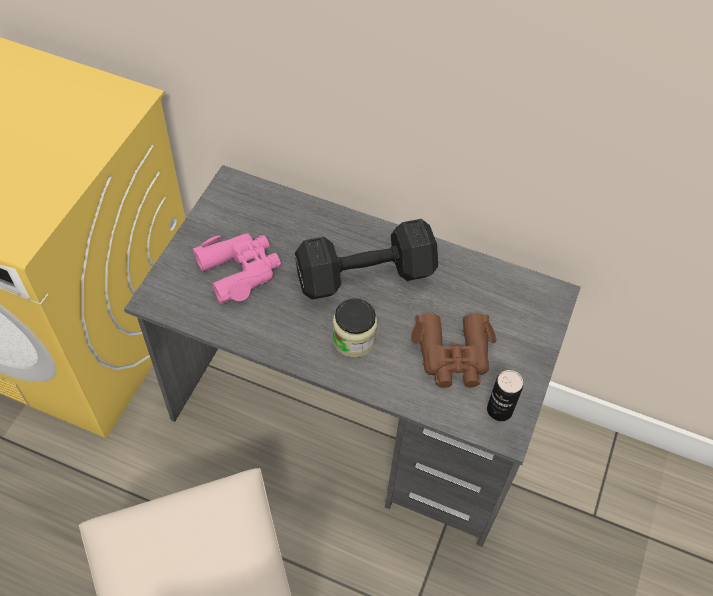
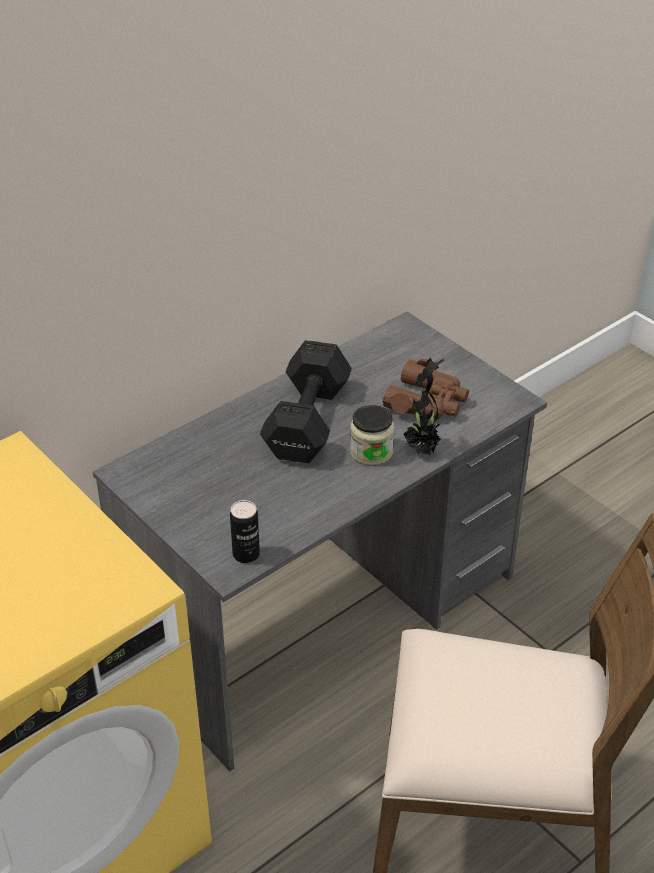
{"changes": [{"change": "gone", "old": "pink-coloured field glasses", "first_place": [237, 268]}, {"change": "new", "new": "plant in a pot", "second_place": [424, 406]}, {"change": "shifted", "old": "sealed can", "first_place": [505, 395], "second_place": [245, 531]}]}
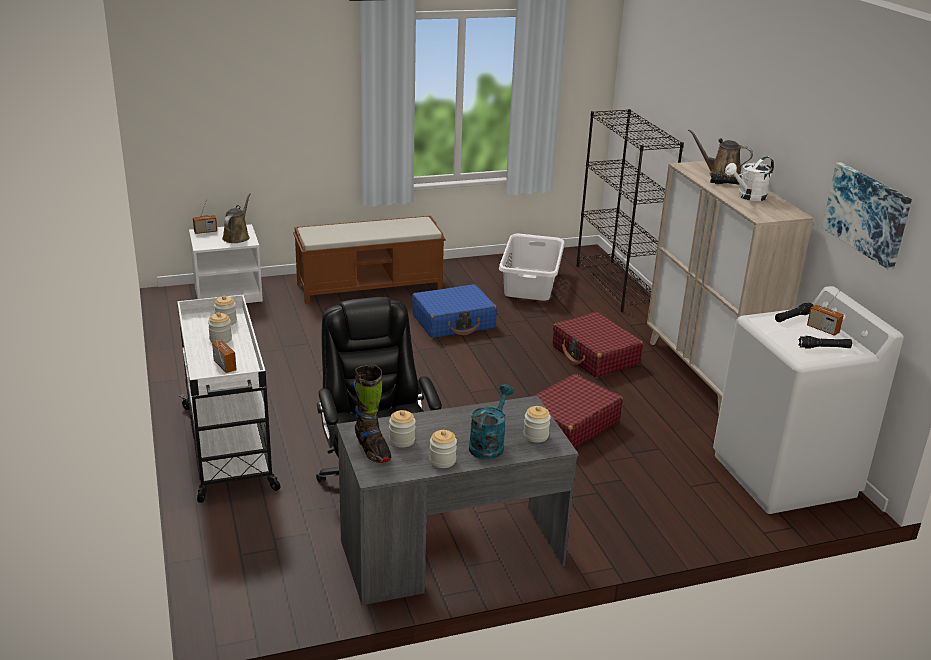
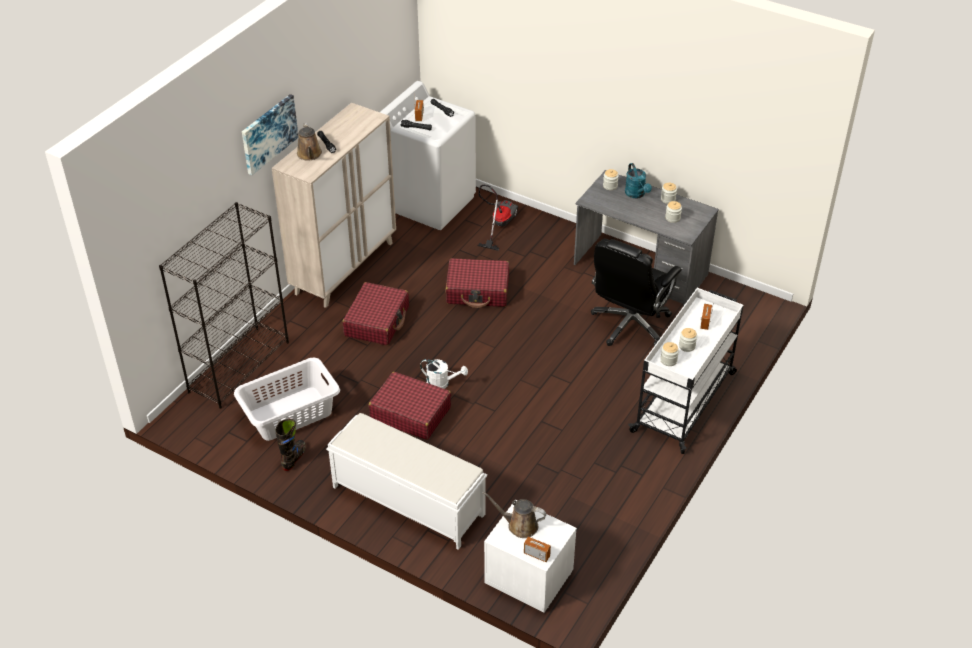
{"changes": [{"change": "new", "new": "vacuum", "second_place": [498, 217]}, {"change": "shifted", "old": "blackish high-top boot", "first_place": [372, 413], "second_place": [290, 445]}, {"change": "shifted", "old": "white sprinkling can", "first_place": [749, 178], "second_place": [444, 374]}, {"change": "shifted", "old": "picture", "first_place": [867, 216], "second_place": [270, 134]}, {"change": "repainted", "old": "brown-coloured long seat", "new": "white long seat", "first_place": [369, 260], "second_place": [406, 481]}, {"change": "repainted", "old": "blue-coloured travel case", "new": "red-coloured travel case", "first_place": [454, 311], "second_place": [410, 406]}, {"change": "rotated", "old": "brown-coloured sprinkling can", "first_place": [236, 218], "second_place": [514, 515], "degrees": 45}, {"change": "rotated", "old": "turquoise-coloured sprinkling can", "first_place": [491, 421], "second_place": [638, 180], "degrees": -90}]}
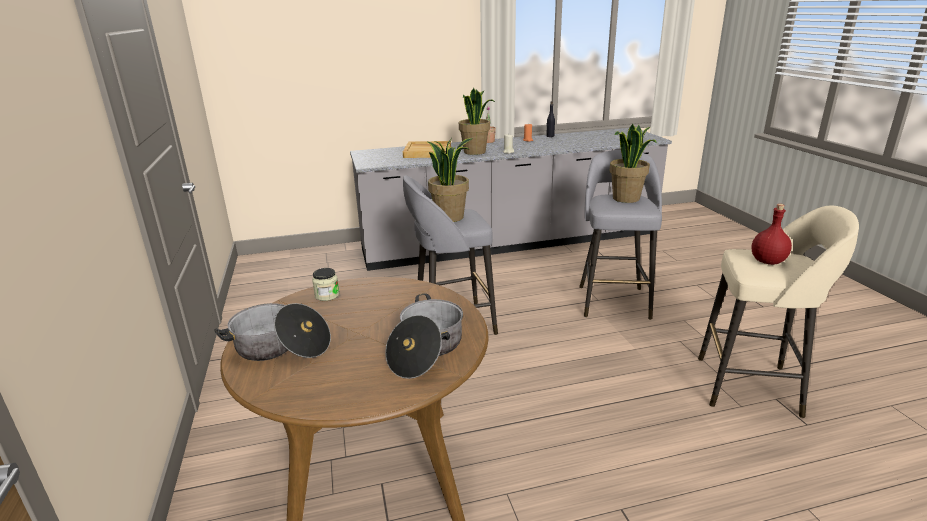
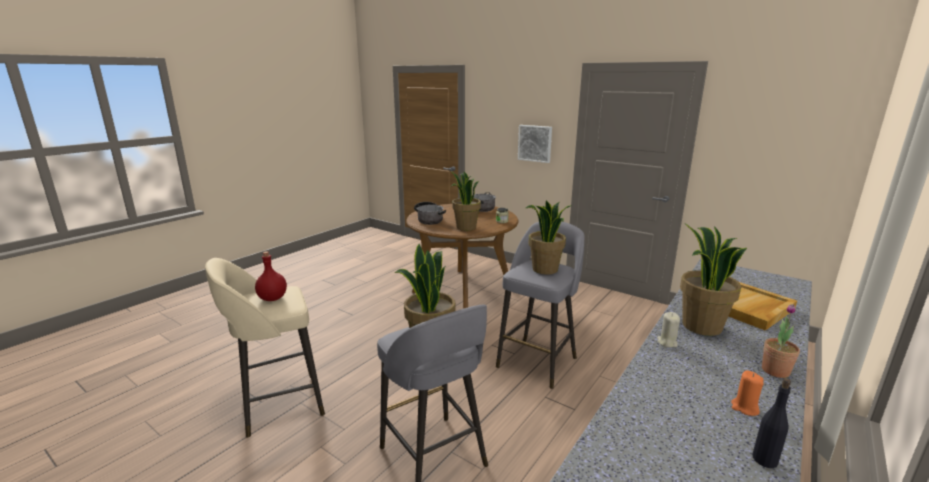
{"changes": [{"change": "new", "new": "plant in a pot", "second_place": [466, 201]}, {"change": "new", "new": "picture", "second_place": [535, 144]}]}
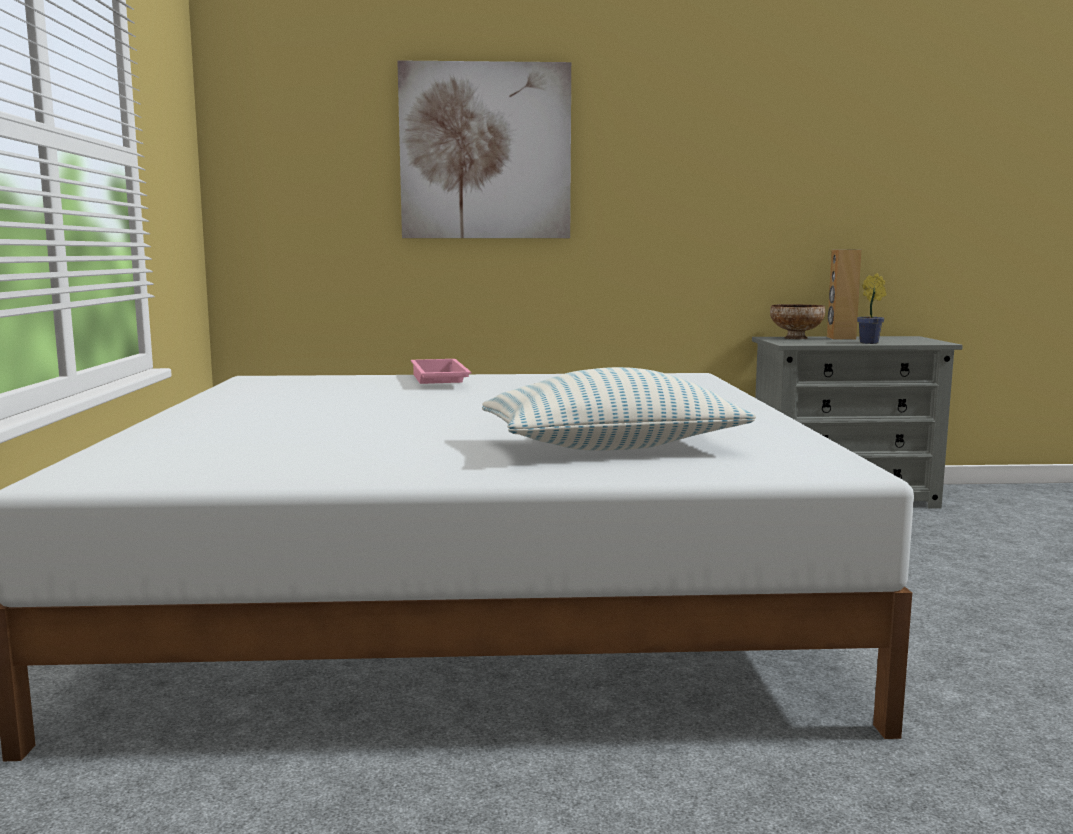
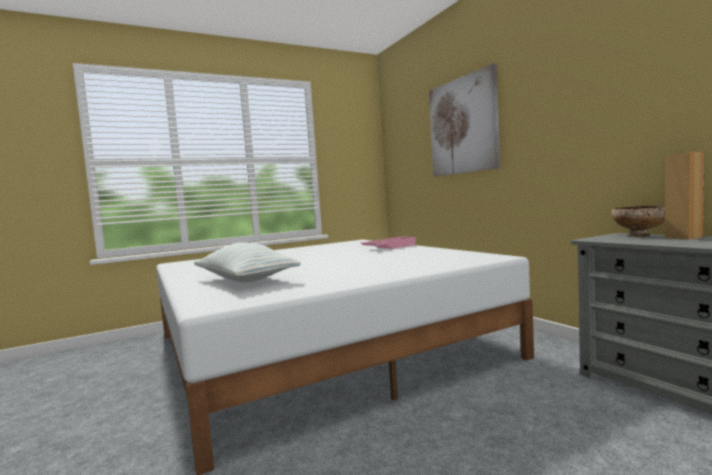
{"changes": [{"change": "gone", "old": "plant in a pot", "first_place": [871, 308]}]}
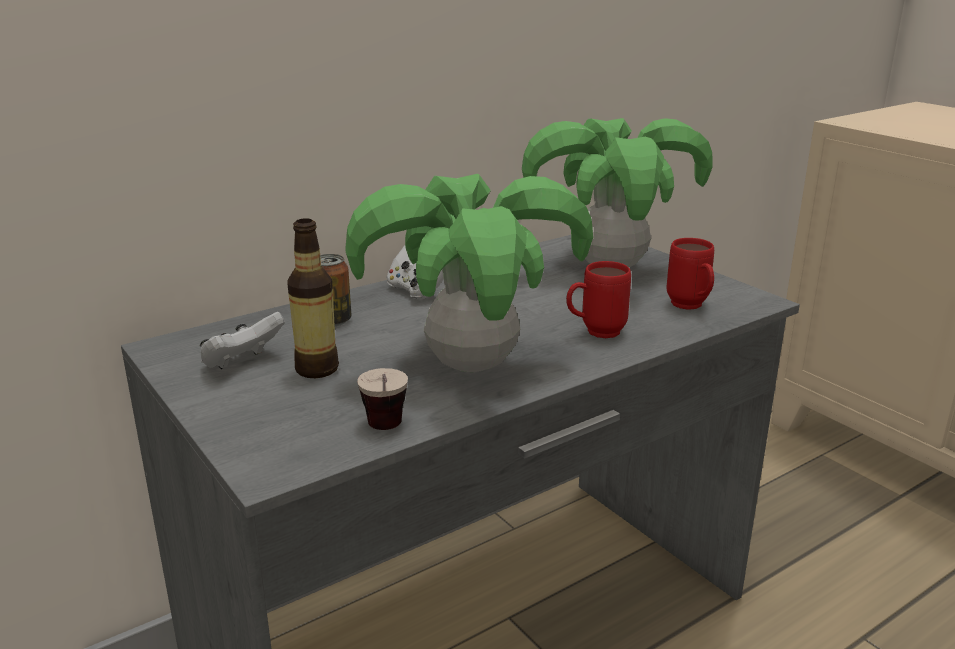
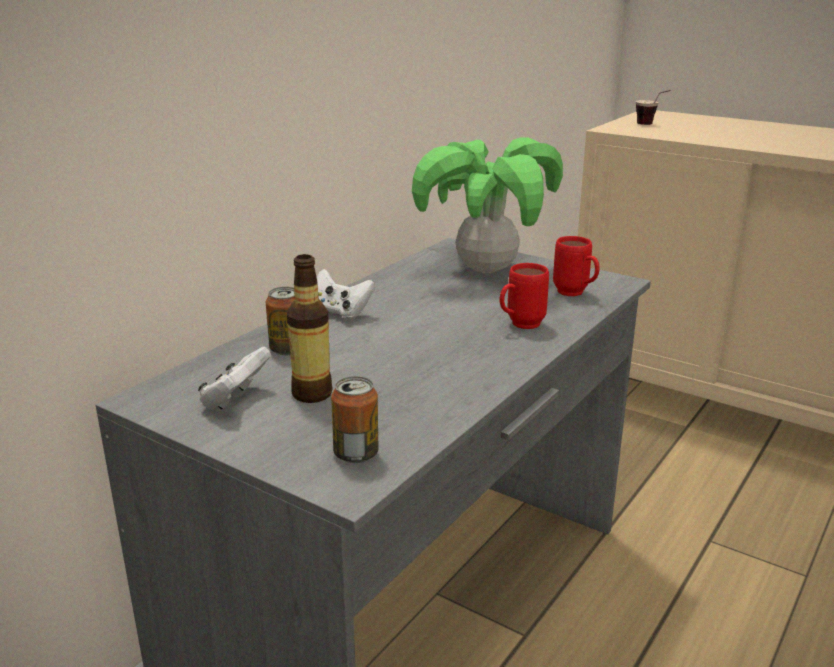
{"changes": [{"change": "gone", "old": "plant in a pot", "first_place": [469, 273]}, {"change": "new", "new": "sealed can", "second_place": [355, 419]}, {"change": "shifted", "old": "cup", "first_place": [382, 399], "second_place": [653, 107]}]}
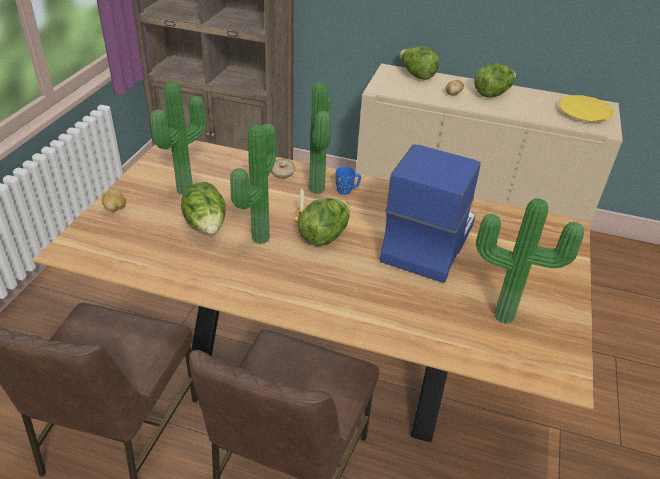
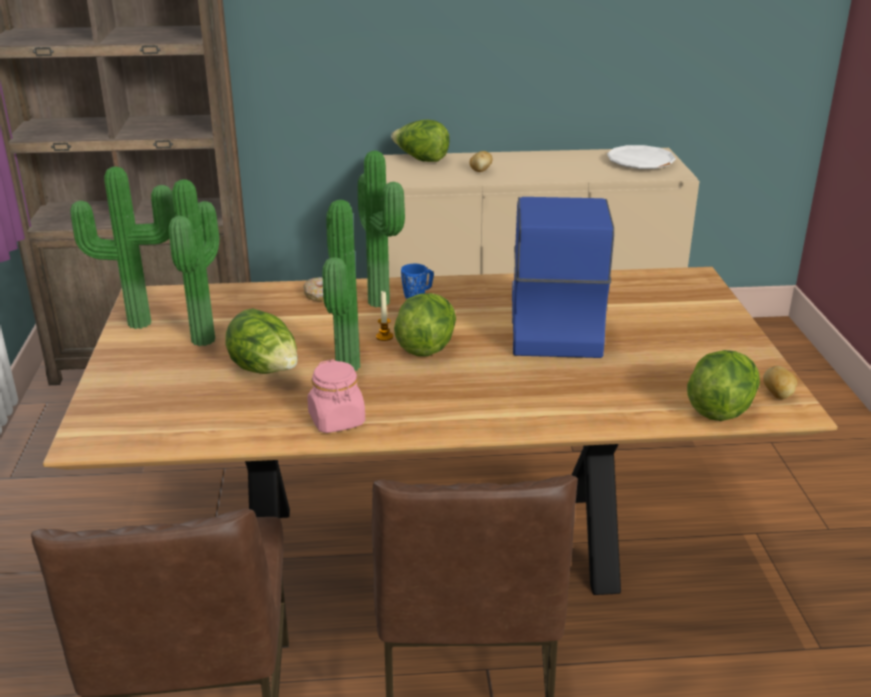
{"changes": [{"change": "new", "new": "pink-coloured preserve jar", "second_place": [336, 396]}, {"change": "shifted", "old": "whole potato", "first_place": [114, 201], "second_place": [780, 382]}, {"change": "shifted", "old": "lettuce head", "first_place": [495, 80], "second_place": [723, 385]}, {"change": "shifted", "old": "plant in a pot", "first_place": [530, 261], "second_place": [122, 247]}, {"change": "repainted", "old": "yellowish flat dish", "new": "white flat dish", "first_place": [586, 108], "second_place": [641, 157]}]}
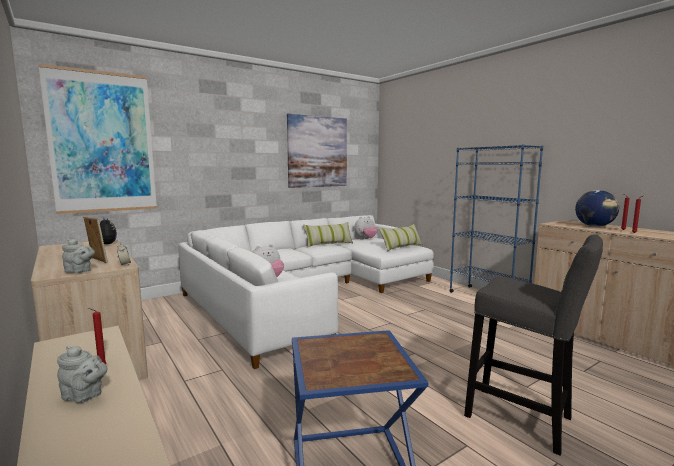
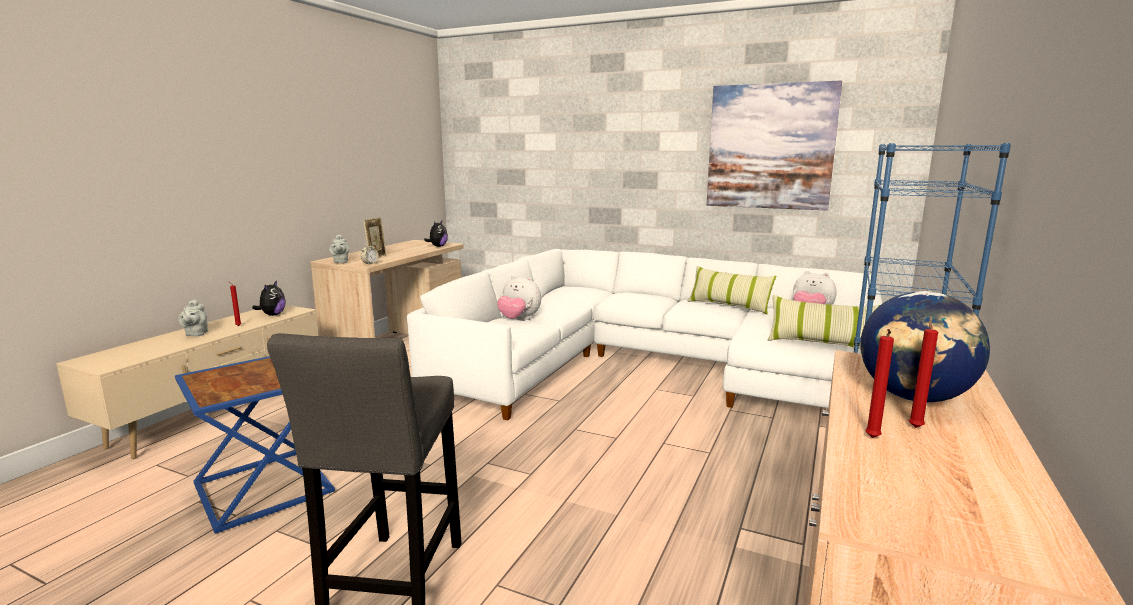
{"changes": [{"change": "gone", "old": "picture", "first_place": [97, 139]}, {"change": "new", "new": "cuddly toy", "second_place": [269, 298]}]}
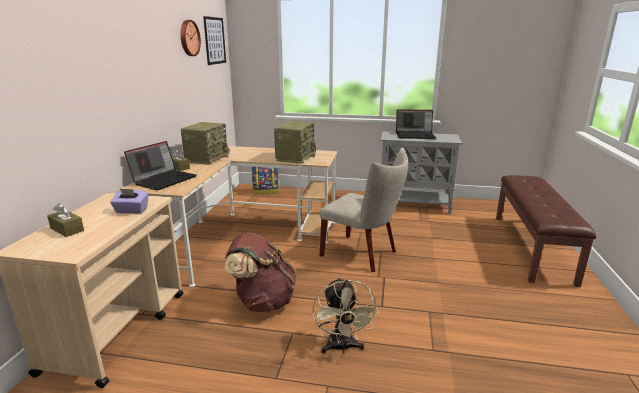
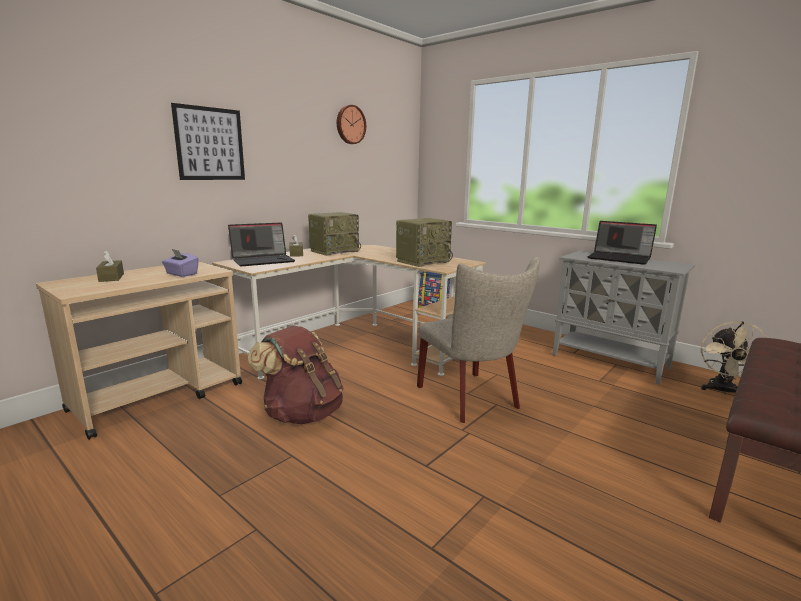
{"changes": [{"change": "shifted", "old": "picture", "first_place": [214, 40], "second_place": [208, 141]}, {"change": "shifted", "old": "beige-coloured cooling fan", "first_place": [345, 315], "second_place": [735, 357]}]}
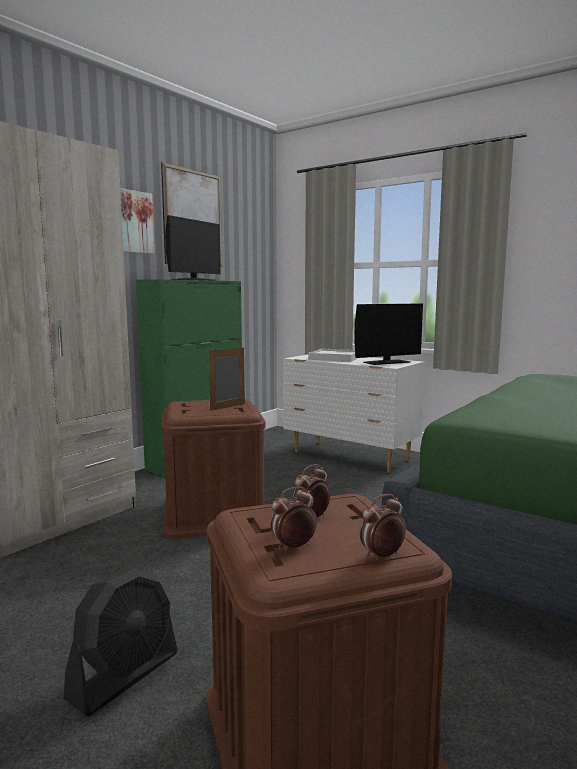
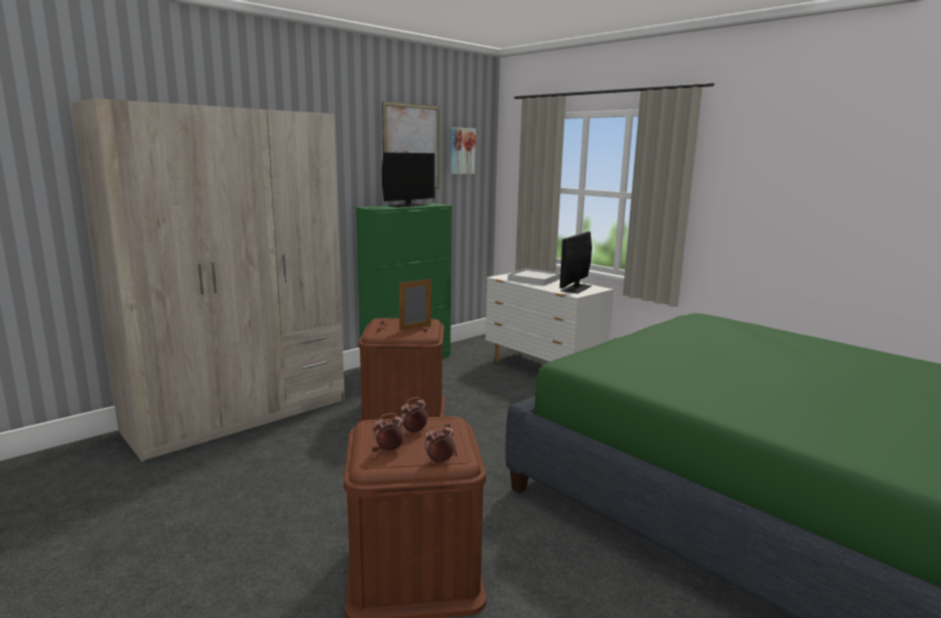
{"changes": [{"change": "gone", "old": "blackish cooling fan", "first_place": [120, 642]}, {"change": "shifted", "old": "picture", "first_place": [137, 221], "second_place": [463, 150]}, {"change": "rotated", "old": "monitor", "first_place": [388, 334], "second_place": [576, 262], "degrees": 135}]}
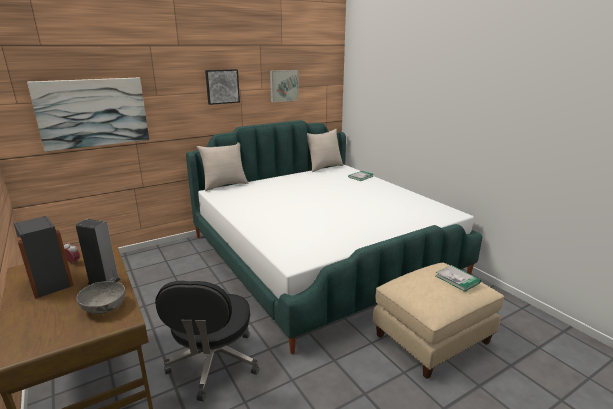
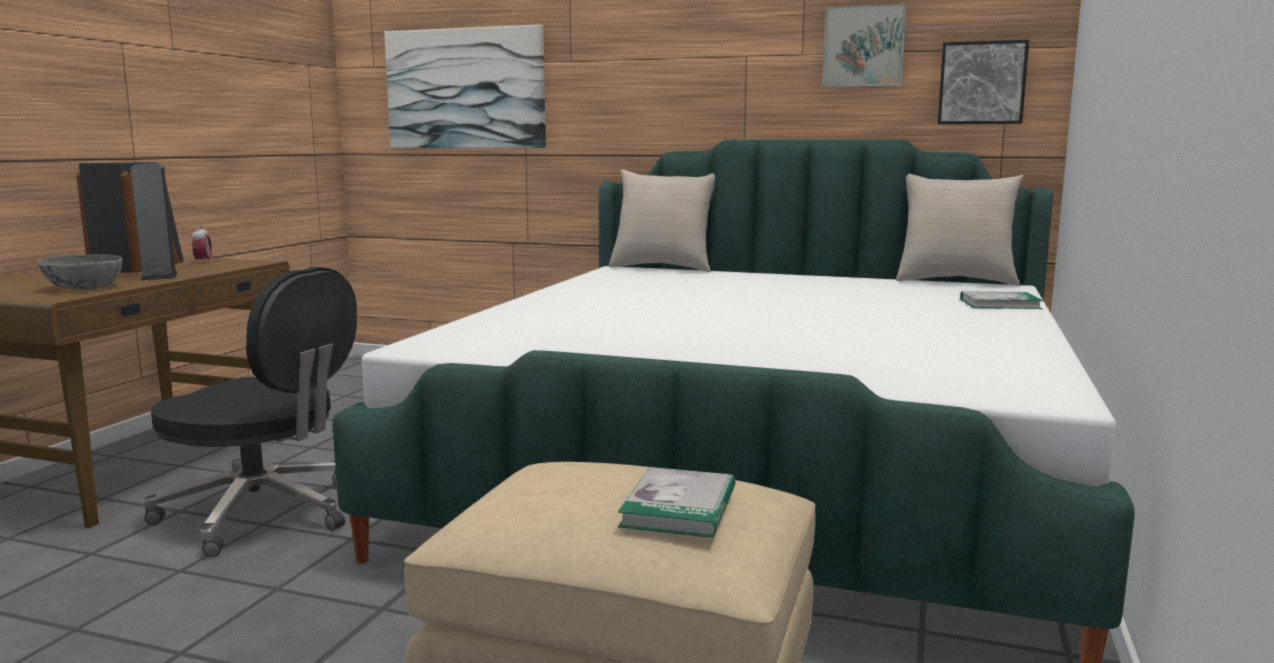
{"changes": [{"change": "shifted", "old": "picture", "first_place": [222, 87], "second_place": [983, 82]}, {"change": "rotated", "old": "blackish desk chair", "first_place": [207, 341], "second_place": [250, 412], "degrees": -120}]}
